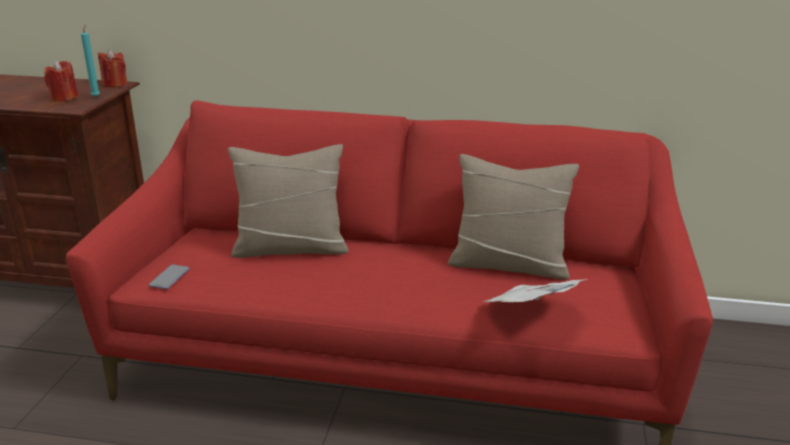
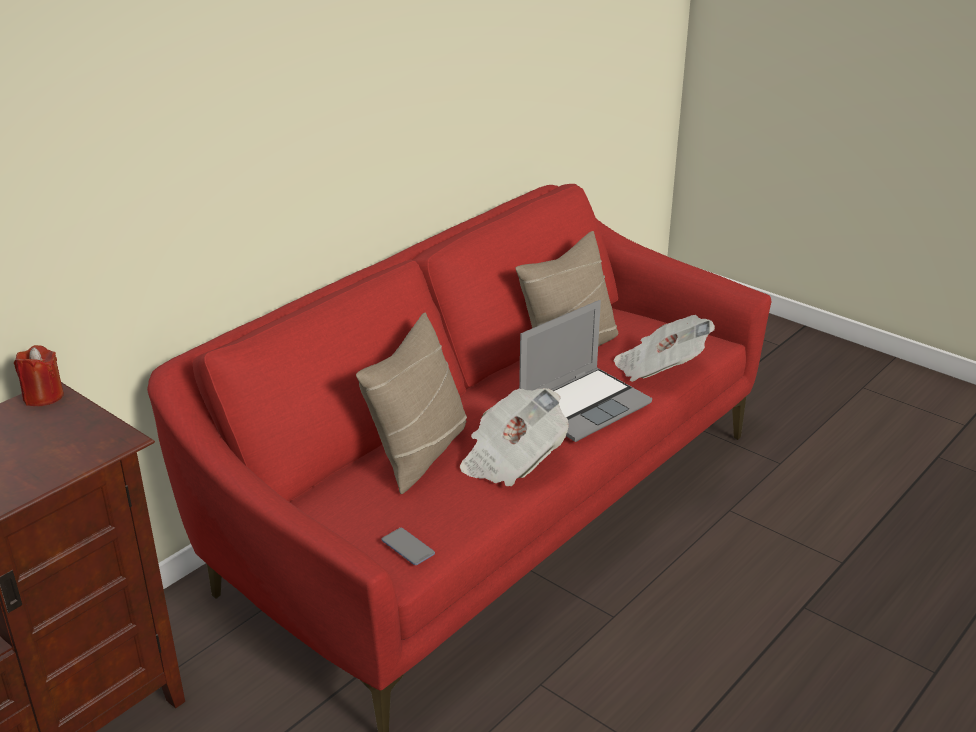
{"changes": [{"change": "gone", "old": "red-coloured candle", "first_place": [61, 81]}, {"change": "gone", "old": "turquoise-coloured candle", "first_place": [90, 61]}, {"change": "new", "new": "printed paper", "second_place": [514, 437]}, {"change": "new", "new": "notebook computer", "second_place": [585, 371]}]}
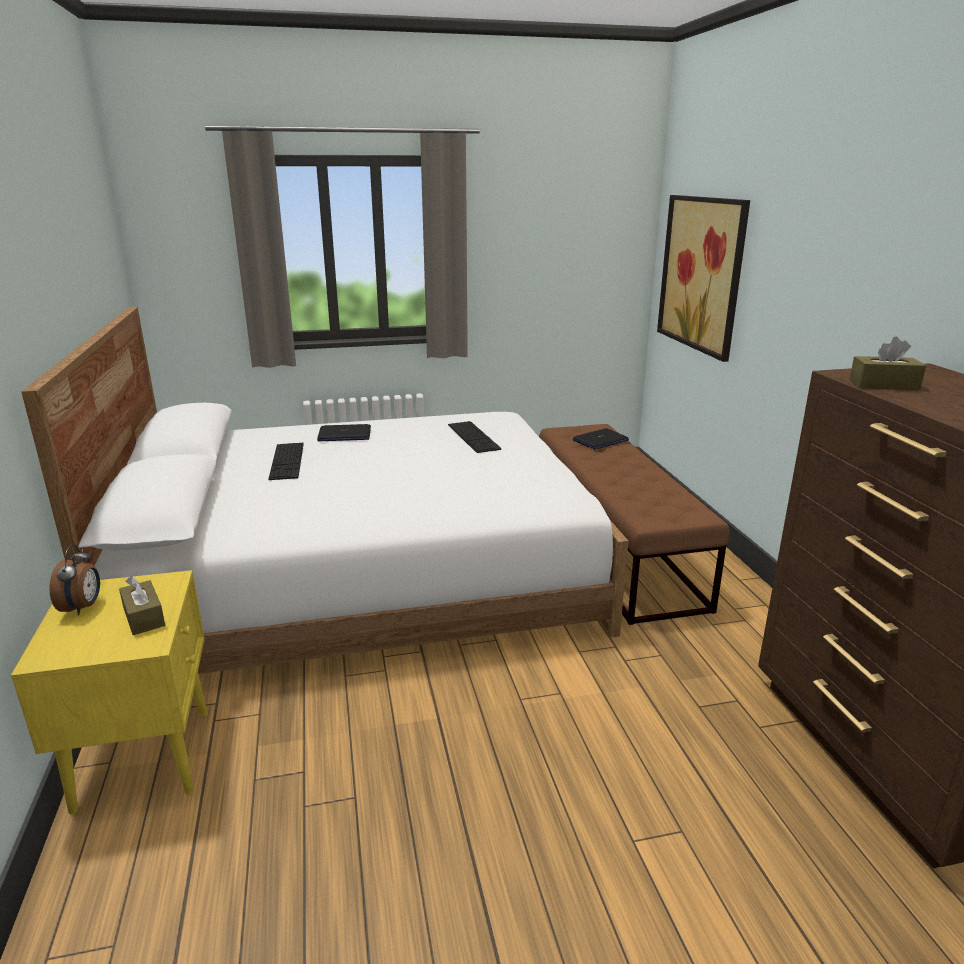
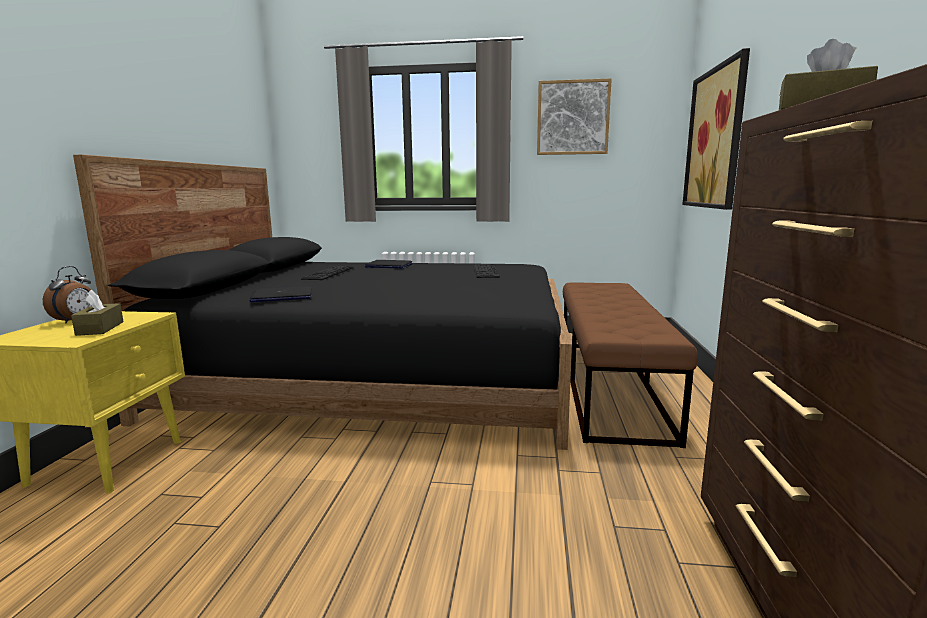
{"changes": [{"change": "new", "new": "picture", "second_place": [574, 116]}, {"change": "shifted", "old": "notebook computer", "first_place": [601, 439], "second_place": [280, 294]}, {"change": "repainted", "old": "white bedroom bed", "new": "blackish bedroom bed", "first_place": [324, 490], "second_place": [322, 302]}]}
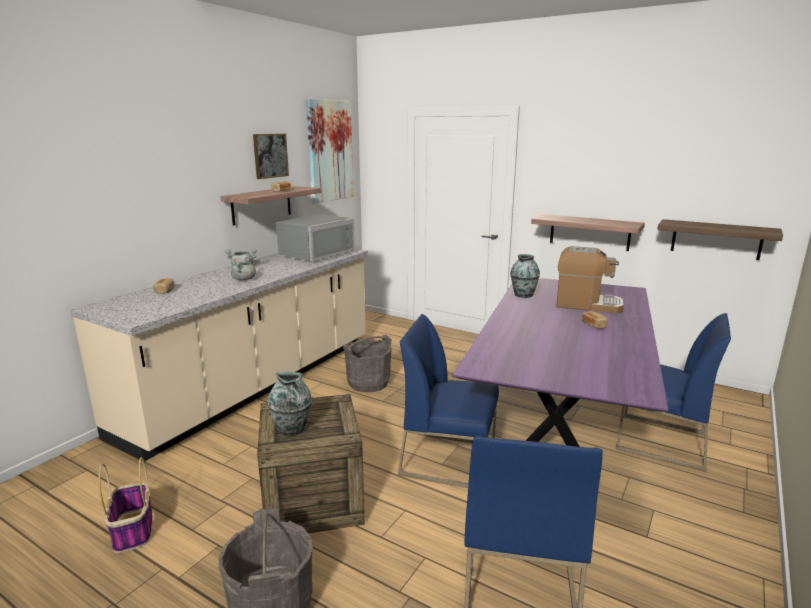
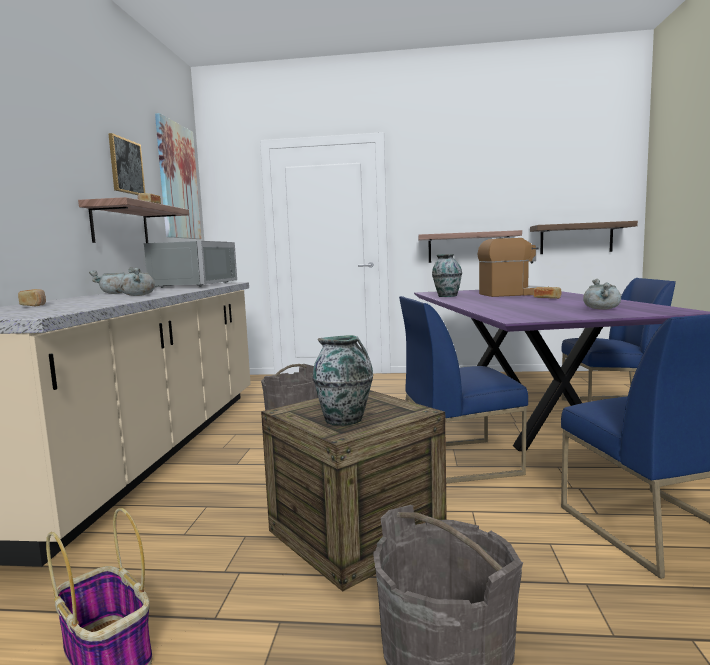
{"changes": [{"change": "new", "new": "grey saucepot", "second_place": [602, 294]}]}
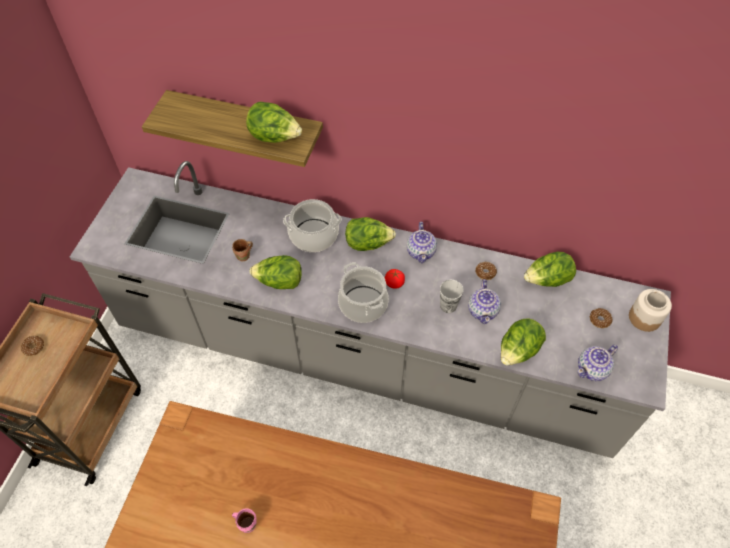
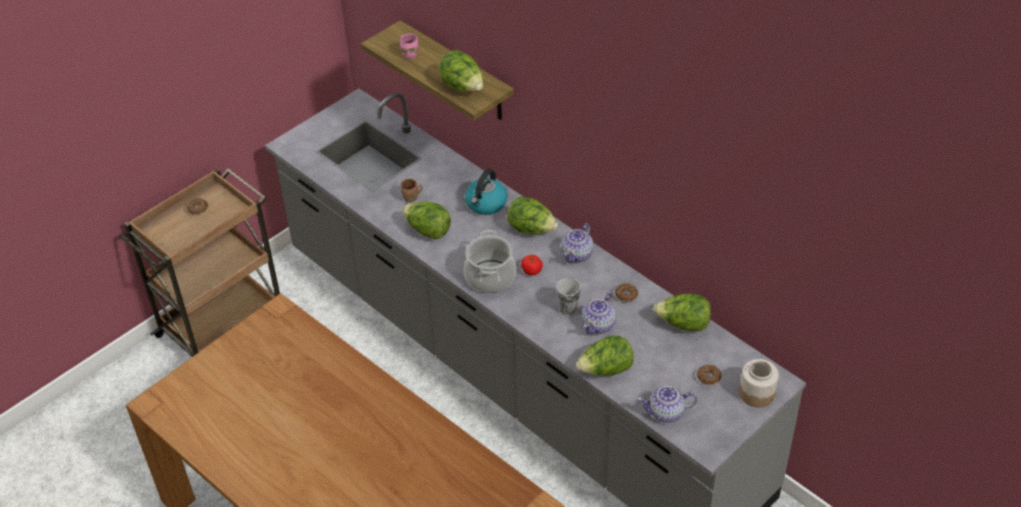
{"changes": [{"change": "shifted", "old": "pink-coloured tea mug", "first_place": [244, 520], "second_place": [409, 46]}, {"change": "swapped", "old": "saucepot", "new": "water kettle", "first_place": [312, 225], "second_place": [486, 192]}]}
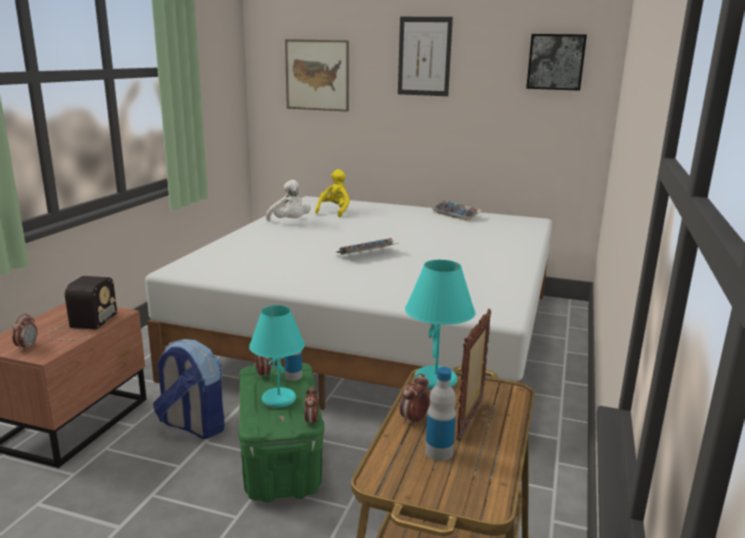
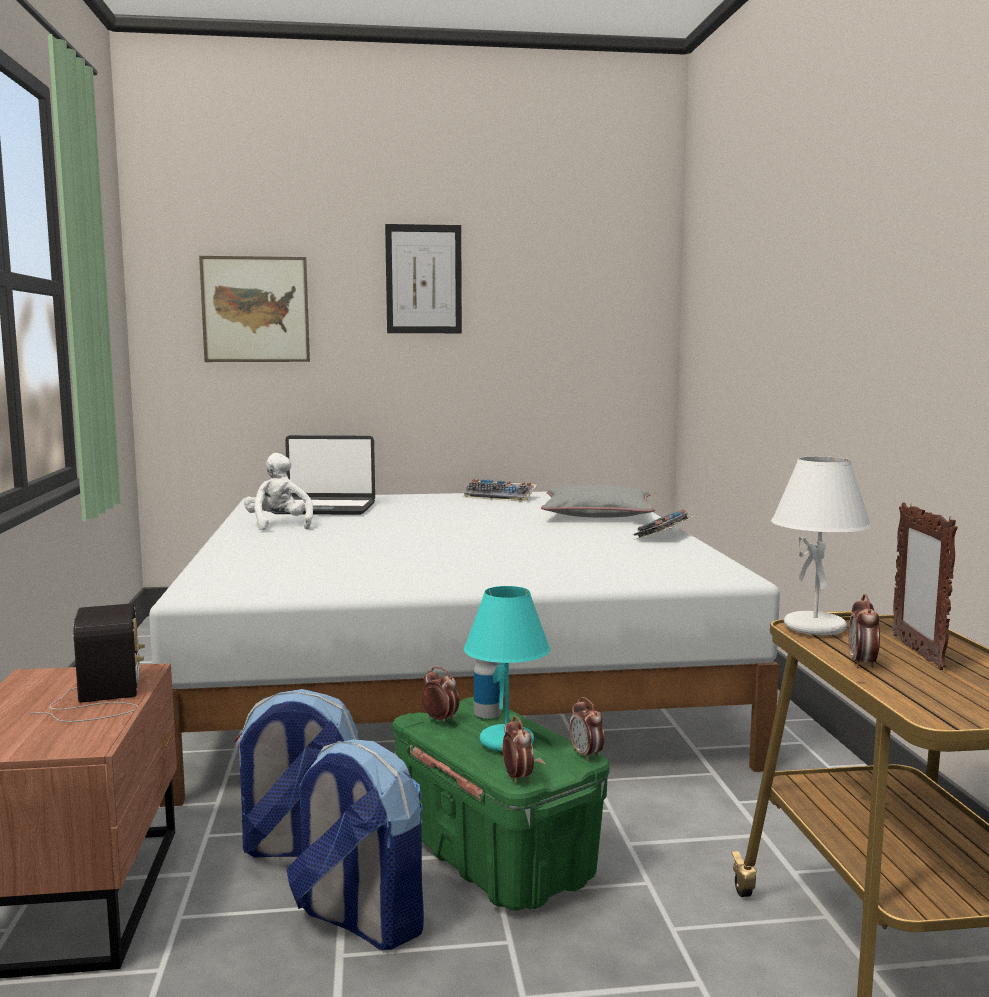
{"changes": [{"change": "gone", "old": "bottle", "first_place": [440, 414]}, {"change": "gone", "old": "picture", "first_place": [556, 62]}, {"change": "new", "new": "backpack", "second_place": [355, 844]}, {"change": "new", "new": "grey cushion", "second_place": [598, 501]}, {"change": "shifted", "old": "bedside clock", "first_place": [24, 332], "second_place": [518, 749]}, {"change": "shifted", "old": "computer keyboard", "first_place": [367, 247], "second_place": [665, 524]}, {"change": "swapped", "old": "yellowish cuddly toy", "new": "notebook computer", "first_place": [332, 193], "second_place": [323, 475]}, {"change": "repainted", "old": "turquoise-coloured lamp for a table", "new": "white lamp for a table", "first_place": [440, 325], "second_place": [821, 545]}, {"change": "rotated", "old": "white cuddly toy", "first_place": [288, 200], "second_place": [278, 491], "degrees": -135}]}
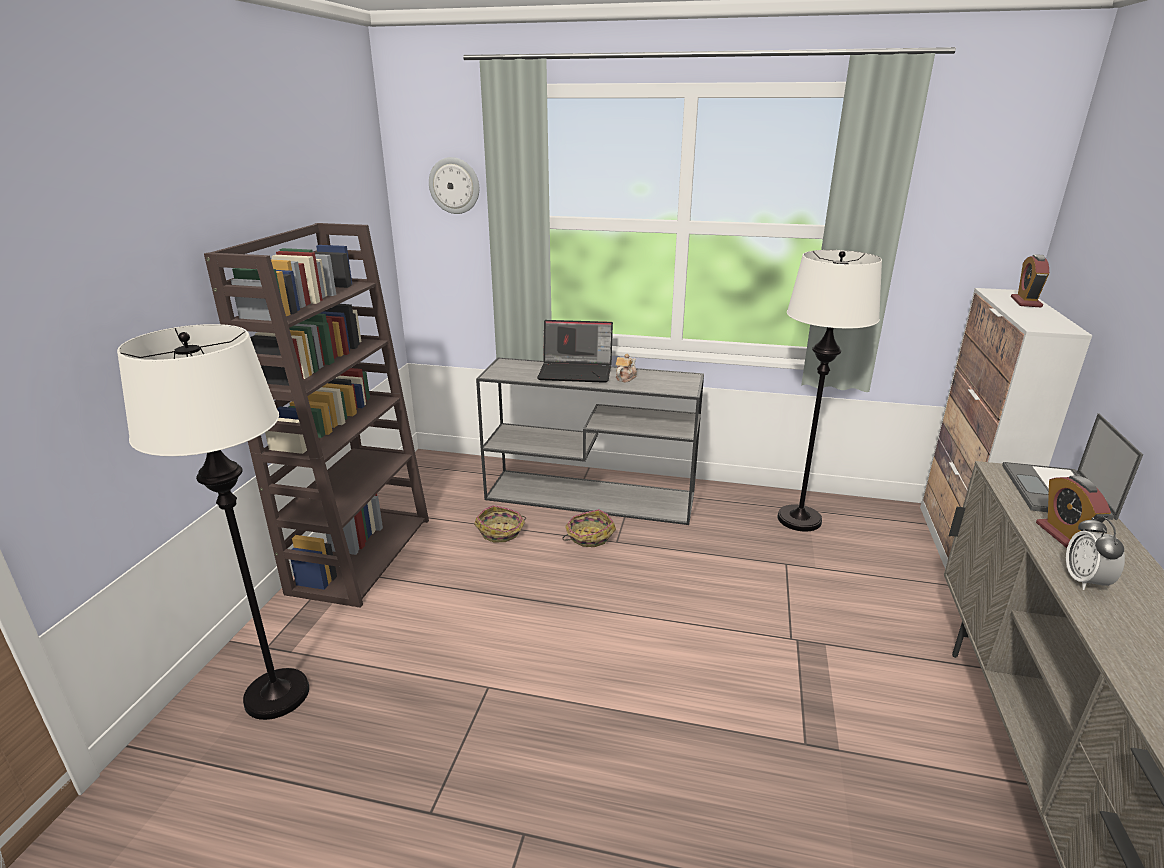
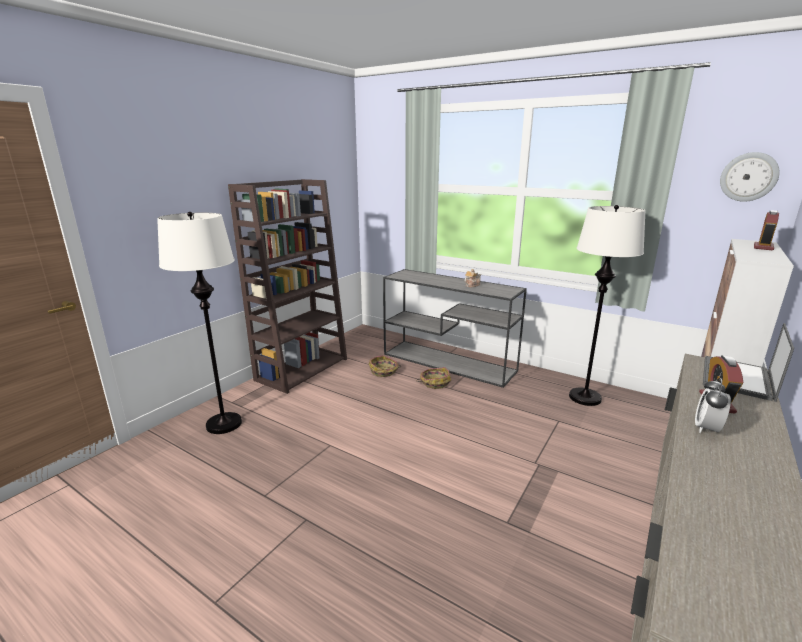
{"changes": [{"change": "gone", "old": "notebook computer", "first_place": [575, 351]}, {"change": "shifted", "old": "clock on the wall", "first_place": [454, 185], "second_place": [750, 177]}]}
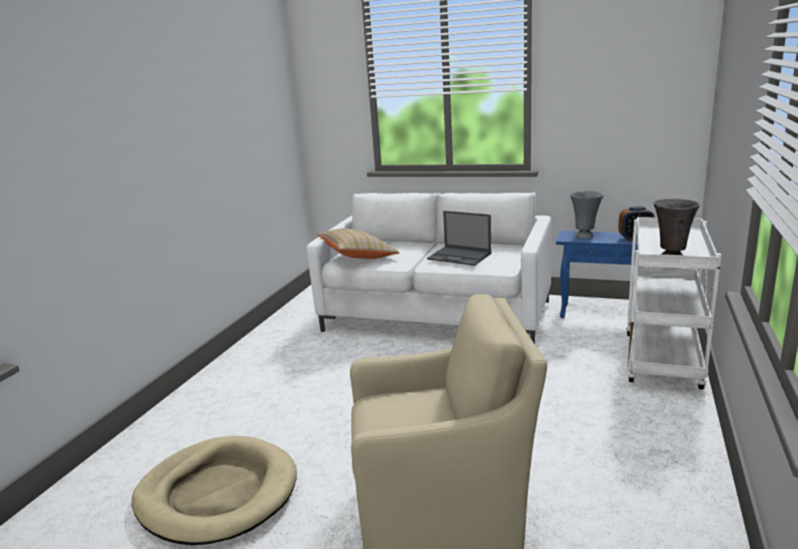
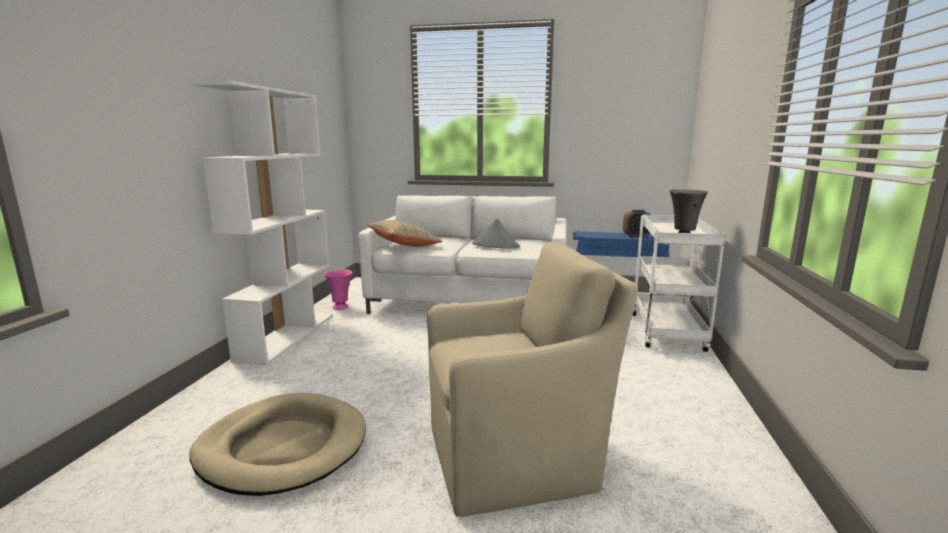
{"changes": [{"change": "gone", "old": "grey decorative vase", "first_place": [587, 214]}, {"change": "new", "new": "white bookshelf", "second_place": [262, 223]}, {"change": "new", "new": "pink-coloured decorative vase", "second_place": [338, 289]}, {"change": "swapped", "old": "notebook computer", "new": "grey clothing hat", "first_place": [459, 238], "second_place": [496, 233]}]}
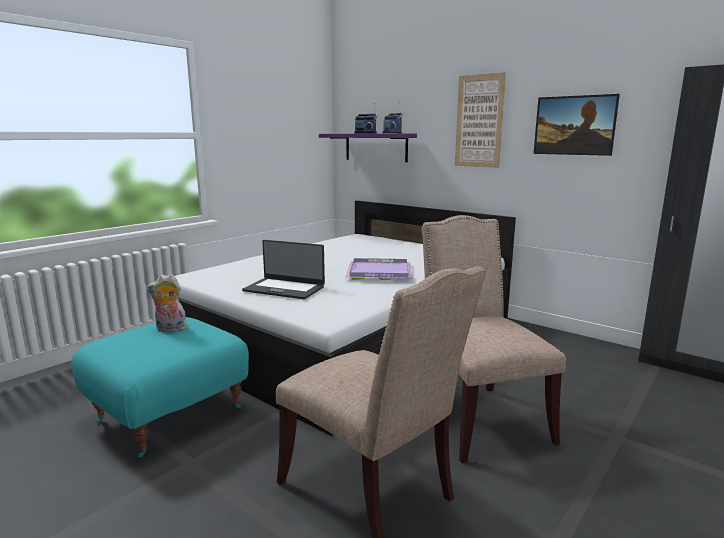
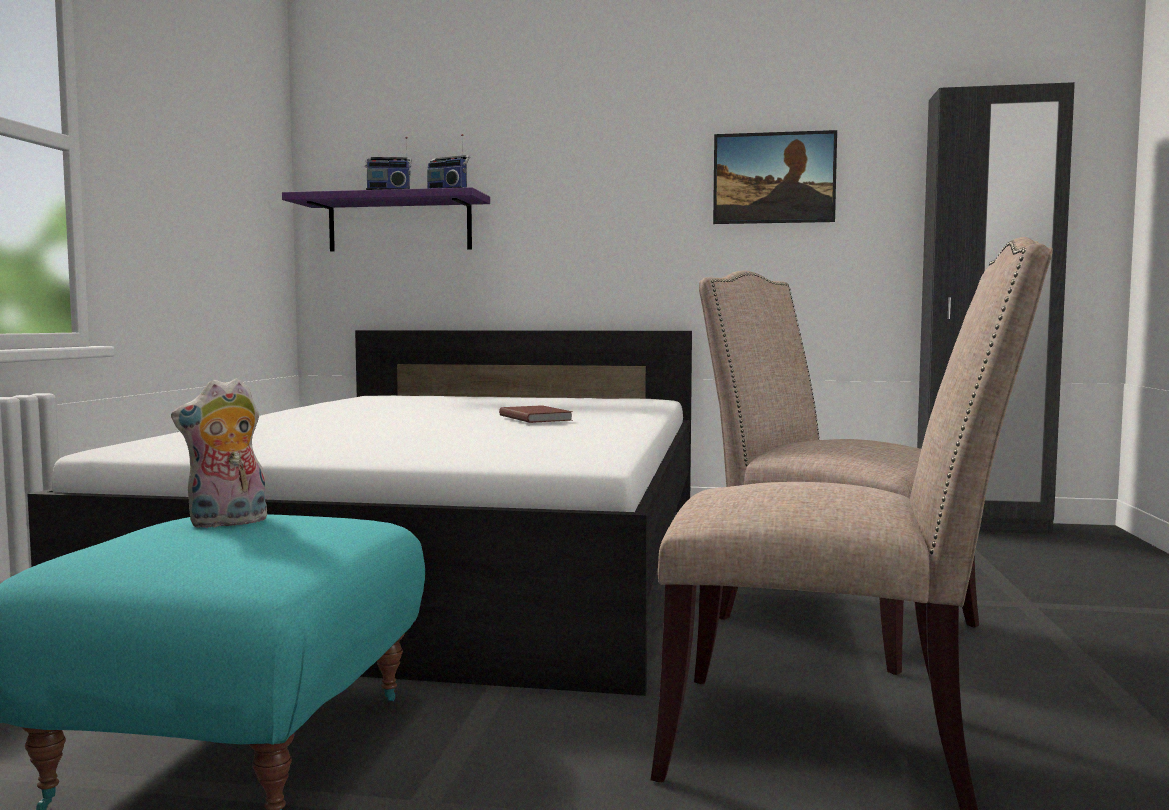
{"changes": [{"change": "gone", "old": "notebook computer", "first_place": [283, 269]}, {"change": "gone", "old": "picture", "first_place": [480, 120]}, {"change": "swapped", "old": "purple-coloured tray", "new": "brown-coloured volume", "first_place": [378, 269], "second_place": [536, 414]}]}
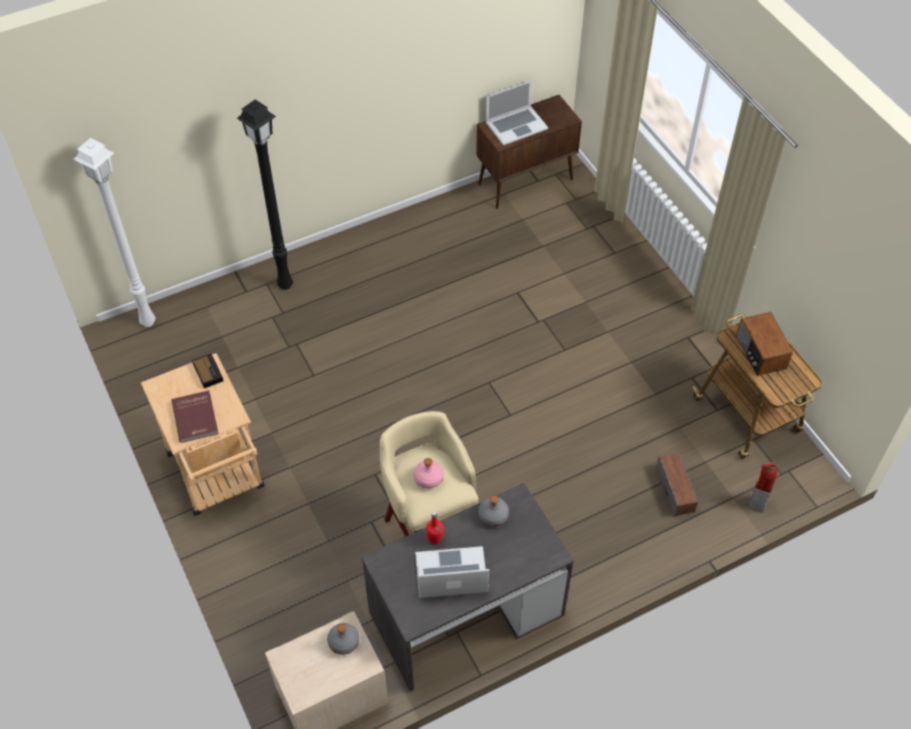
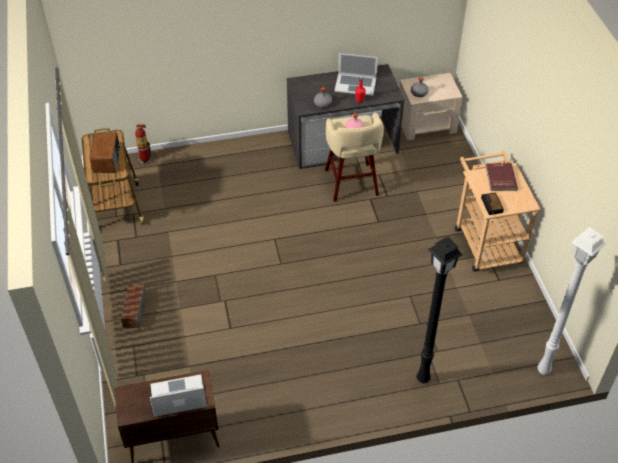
{"changes": [{"change": "shifted", "old": "loudspeaker", "first_place": [677, 484], "second_place": [133, 307]}]}
